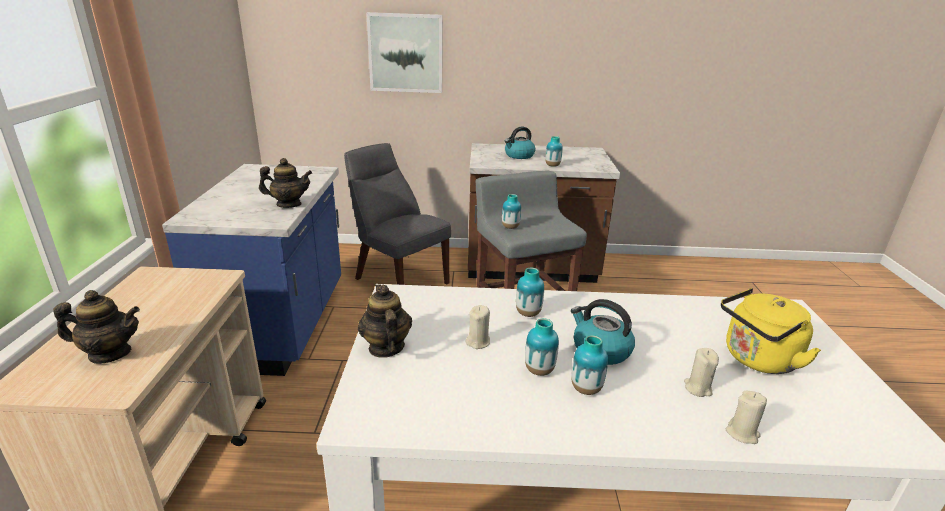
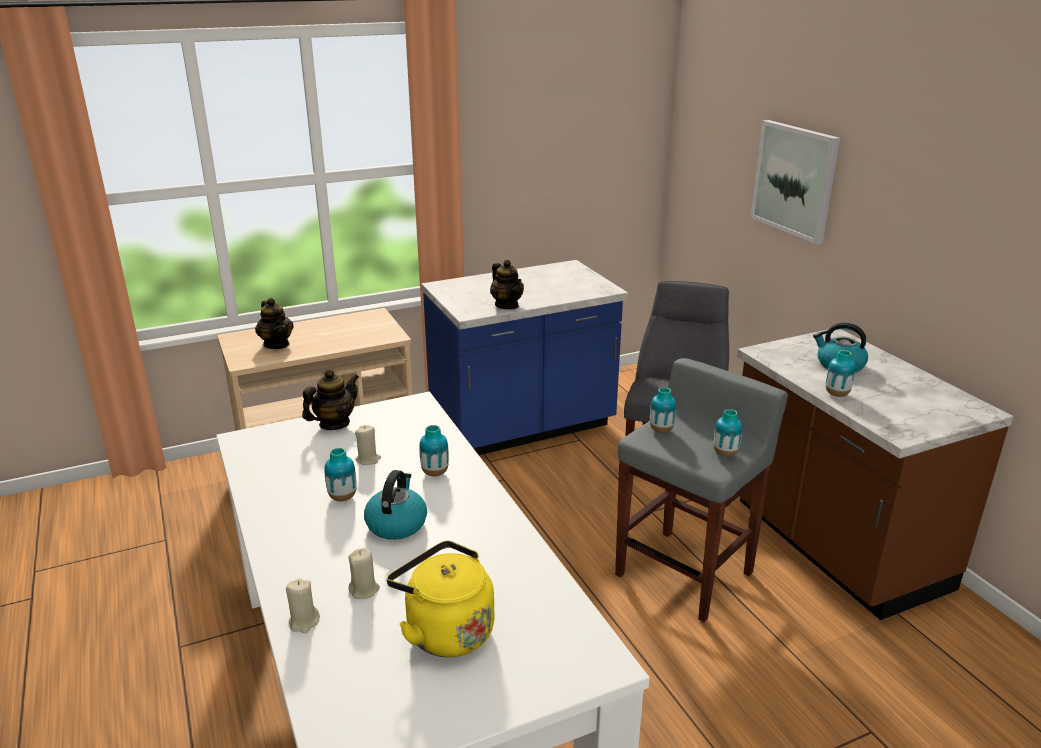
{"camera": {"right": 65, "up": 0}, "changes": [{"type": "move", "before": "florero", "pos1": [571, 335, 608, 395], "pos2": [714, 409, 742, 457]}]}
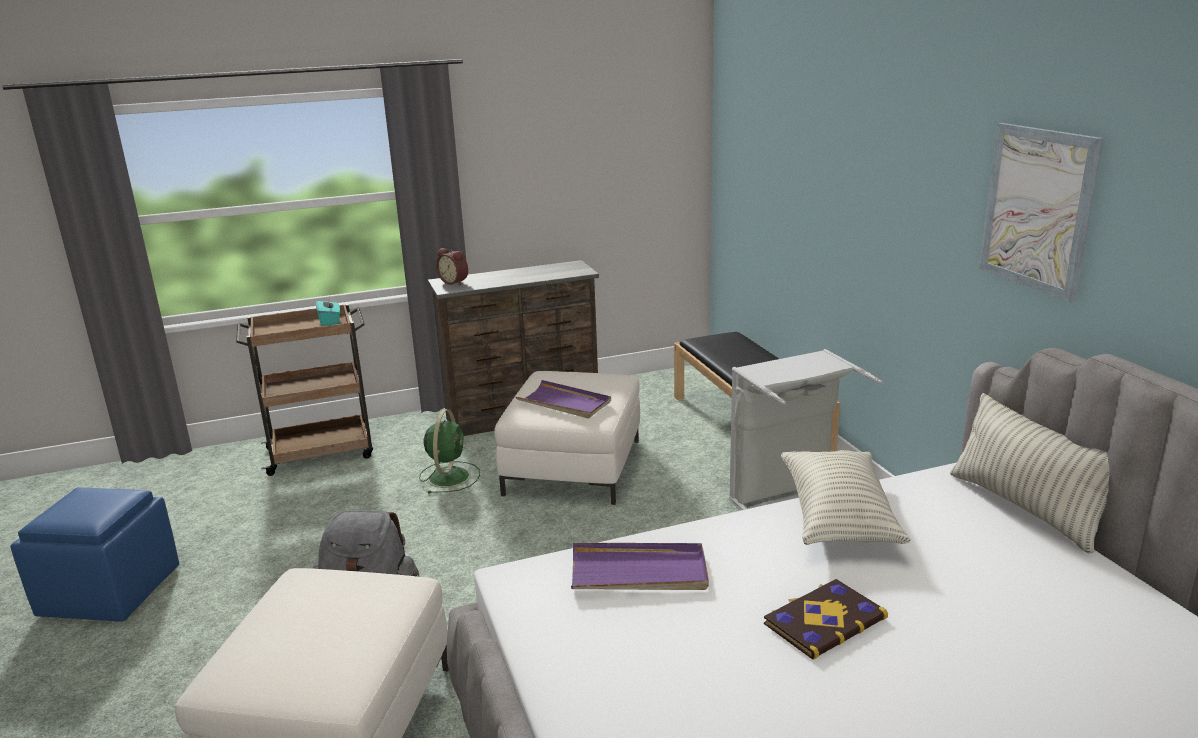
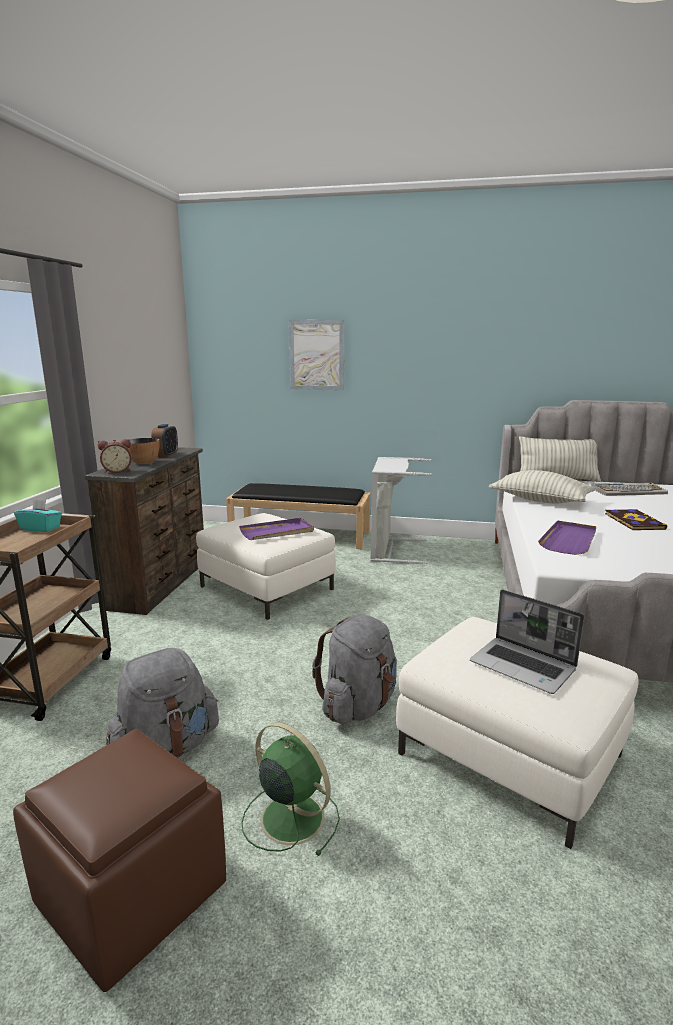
{"camera": {"right": -60, "up": -5}, "changes": [{"type": "recolor", "before": "puf [azul]", "after": "puf [marrón]", "pos1": [10, 487, 179, 622], "pos2": [13, 729, 226, 992]}, {"type": "move", "before": "ventilador [verde]", "pos1": [419, 409, 480, 493], "pos2": [241, 722, 340, 856]}, {"type": "move", "before": "cuadro", "pos1": [979, 123, 1104, 302], "pos2": [289, 319, 345, 391]}, {"type": "insert", "after": "mochila [gris]", "pos2": [106, 648, 219, 758]}, {"type": "insert", "after": "cuenco", "pos2": [128, 438, 159, 464]}, {"type": "insert", "after": "despertador", "pos2": [151, 424, 178, 457]}, {"type": "insert", "after": "portátil", "pos2": [470, 589, 584, 694]}, {"type": "insert", "after": "teclado", "pos2": [591, 482, 668, 496]}]}
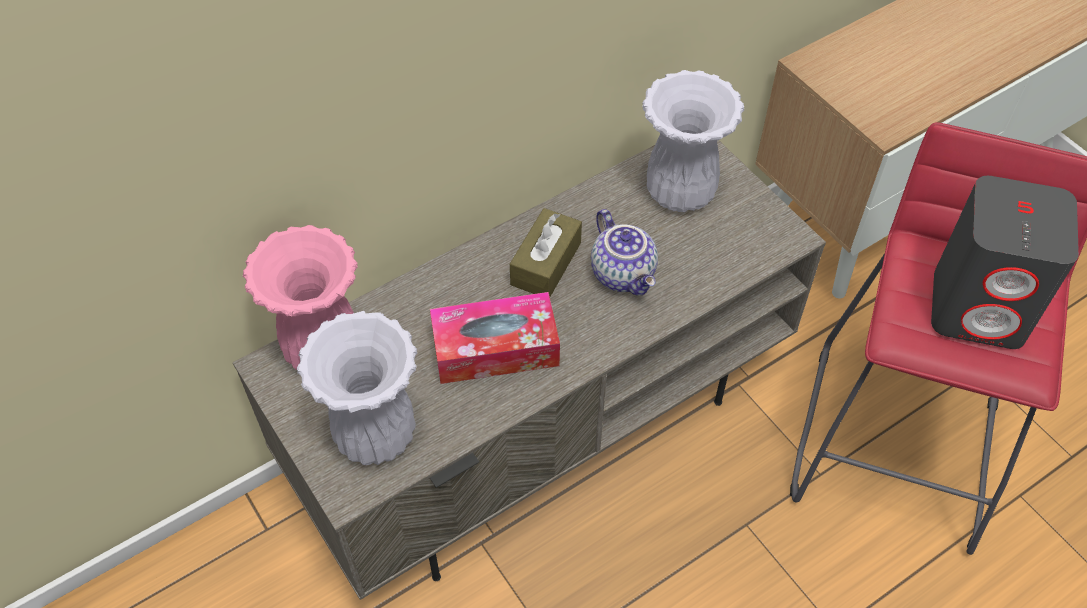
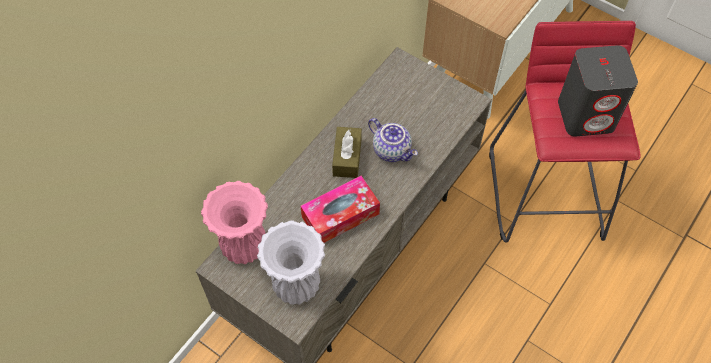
{"camera": {"right": -20, "up": 5}, "changes": [{"type": "delete", "before": "florero [blanco]", "pos1": [642, 70, 744, 212]}]}
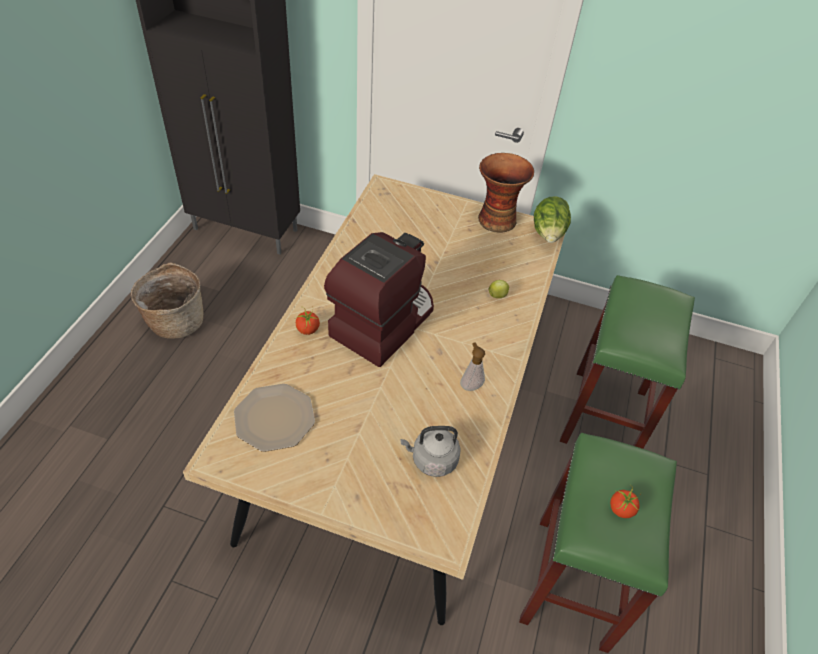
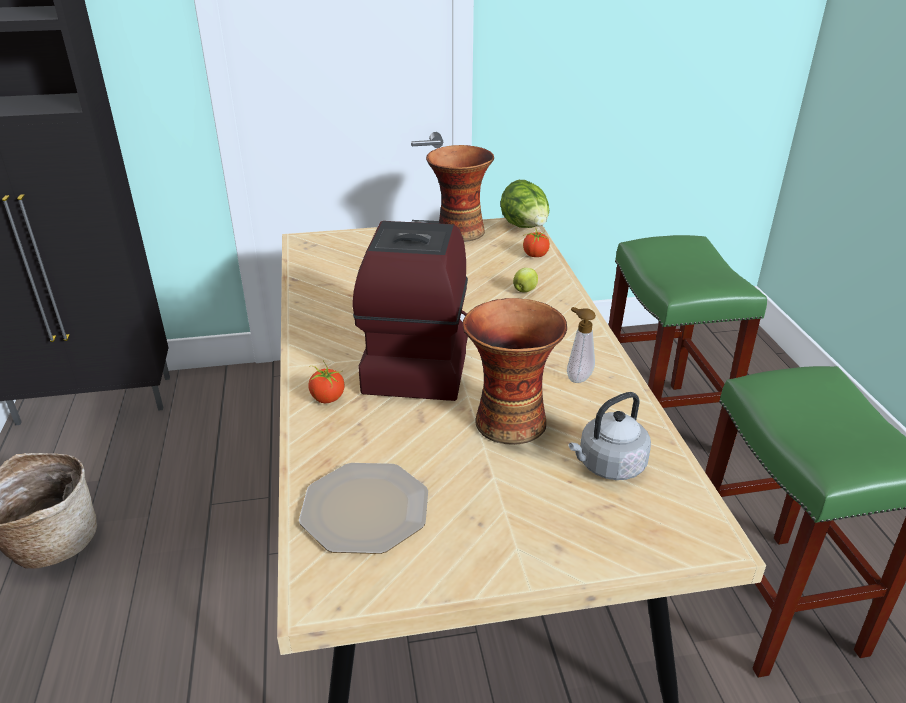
{"camera": {"right": -25, "up": -15}, "changes": [{"type": "move", "before": "tomate", "pos1": [610, 485, 642, 518], "pos2": [523, 227, 550, 257]}, {"type": "insert", "after": "florero", "pos2": [462, 298, 567, 445]}]}
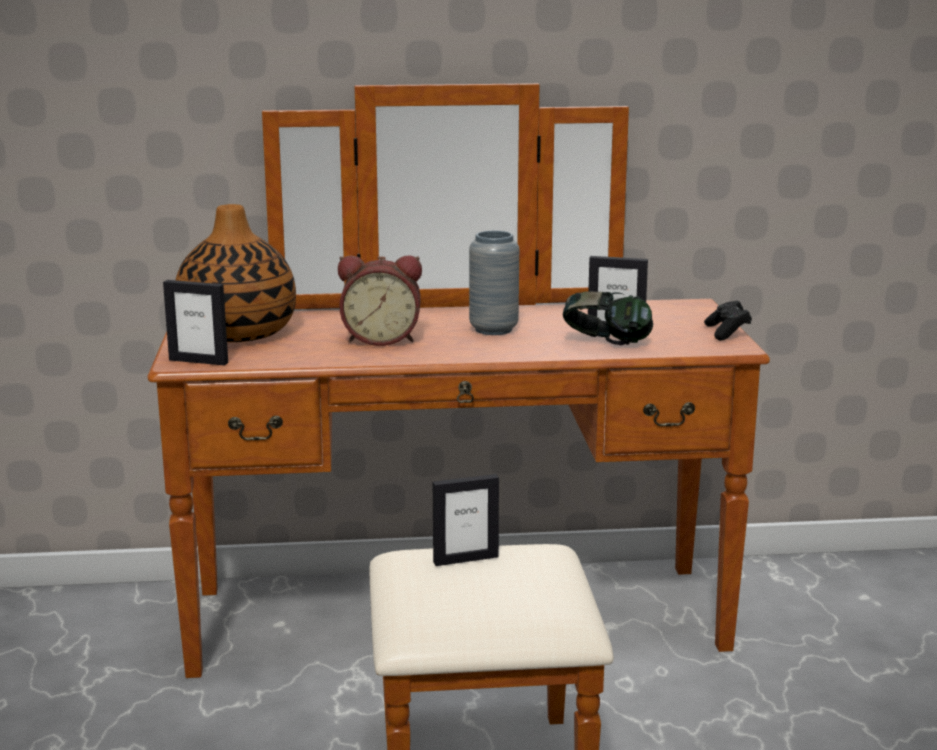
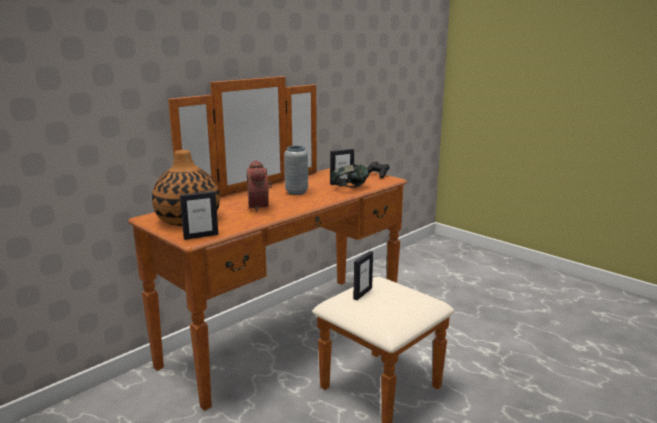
{"camera": {"right": -40, "up": 0}, "changes": [{"type": "rotate", "before": "despertador", "pos1": [338, 255, 422, 346], "pos2": [247, 160, 272, 212], "turn": 120}]}
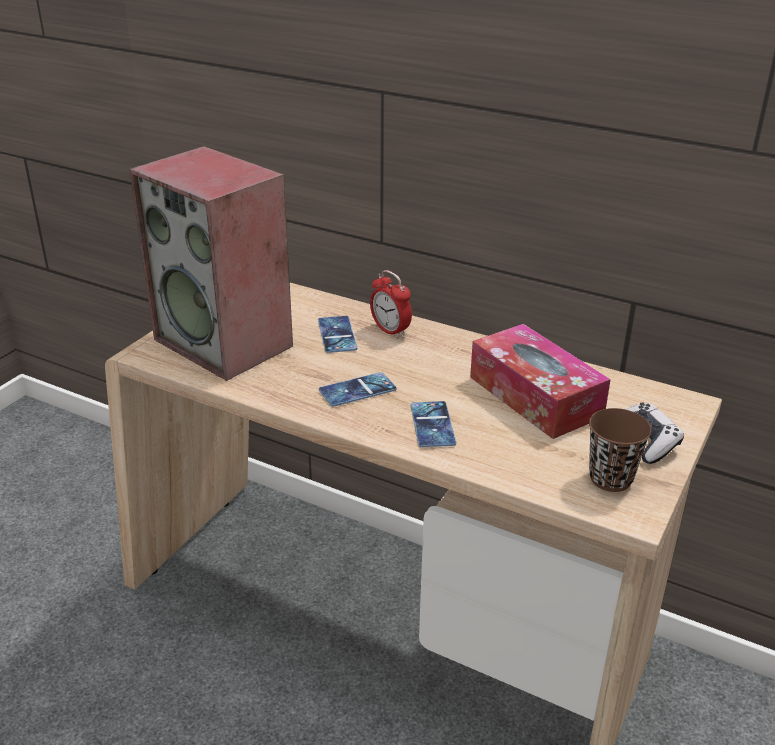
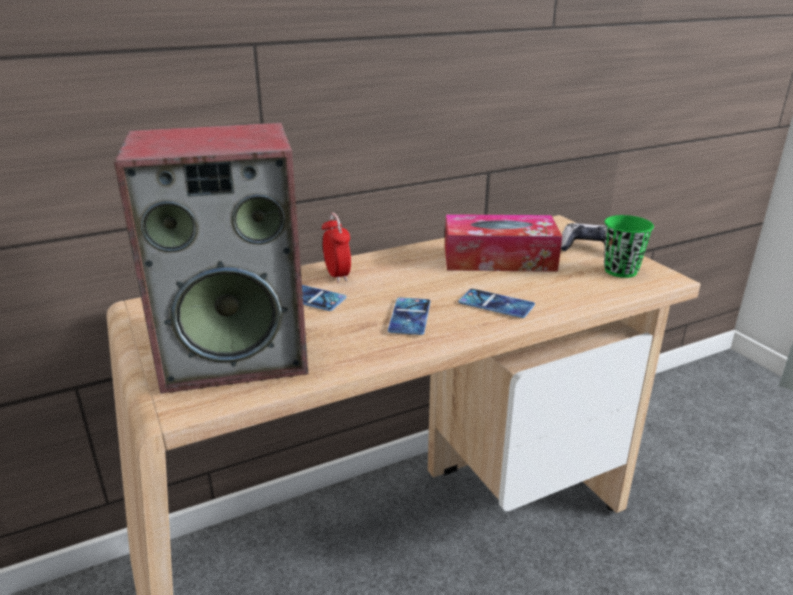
{"camera": {"right": -55, "up": -5}, "changes": [{"type": "rotate", "before": "despertador", "pos1": [370, 270, 412, 339], "pos2": [322, 213, 351, 283], "turn": -105}, {"type": "recolor", "before": "taza [marrón]", "after": "taza [verde]", "pos1": [589, 408, 652, 492], "pos2": [604, 215, 654, 278]}]}
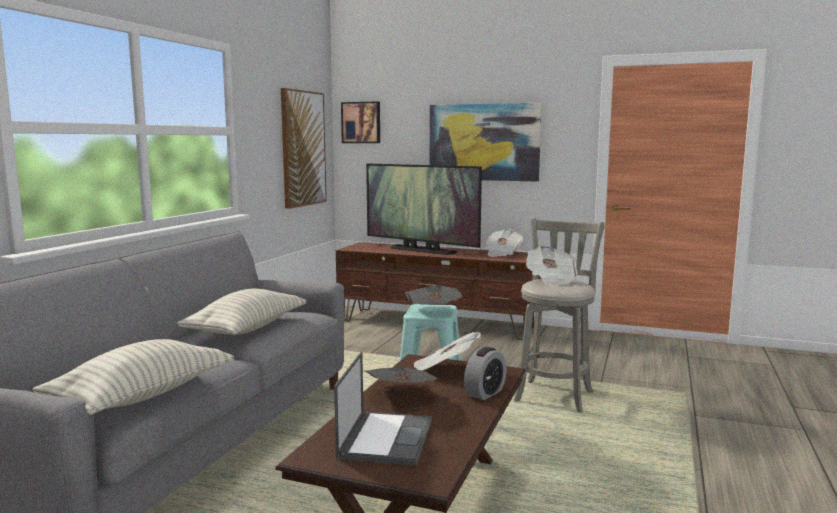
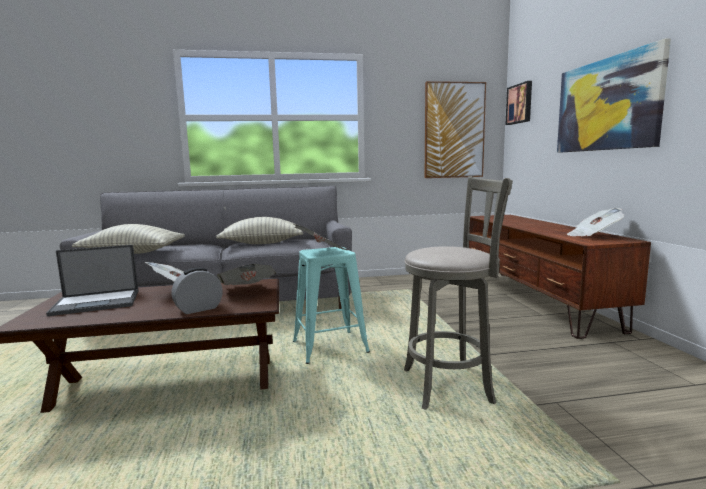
{"camera": {"right": 60, "up": 0}, "changes": [{"type": "delete", "before": "televisor", "pos1": [366, 163, 482, 255]}, {"type": "rotate", "before": "despertador", "pos1": [464, 347, 507, 400], "pos2": [171, 267, 223, 314], "turn": 135}, {"type": "delete", "before": "periódico", "pos1": [526, 246, 577, 287]}]}
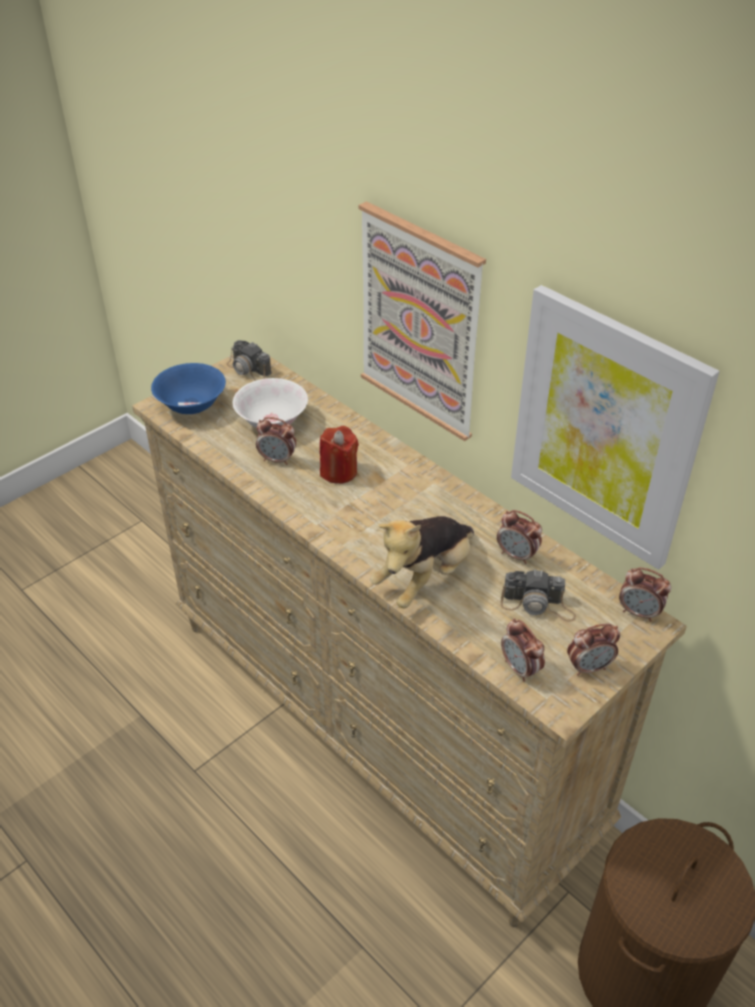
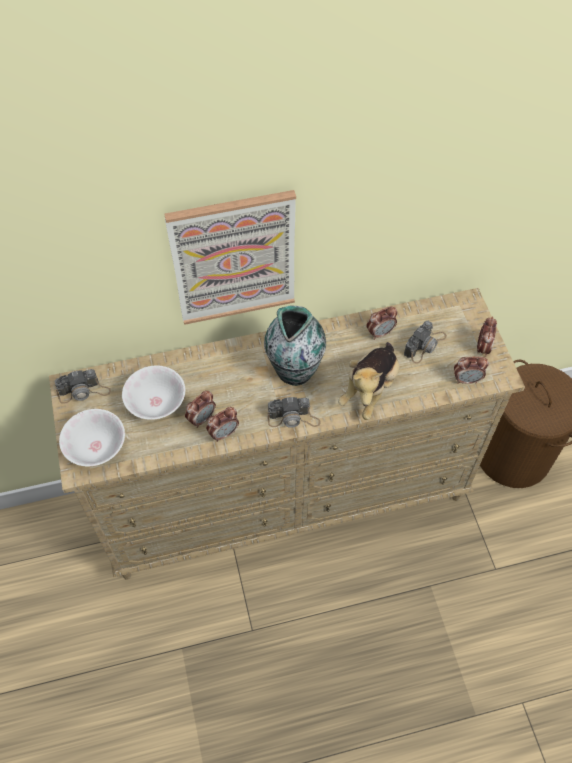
{"camera": {"right": -60, "up": 15}, "changes": [{"type": "recolor", "before": "cuenco [azul]", "after": "cuenco [blanco]", "pos1": [151, 363, 226, 414], "pos2": [59, 409, 125, 466]}, {"type": "delete", "before": "vela [rojo]", "pos1": [320, 426, 359, 484]}, {"type": "rotate", "before": "peluche", "pos1": [370, 516, 474, 608], "pos2": [338, 342, 400, 420], "turn": 45}, {"type": "delete", "before": "cuadro", "pos1": [511, 285, 719, 570]}, {"type": "move", "before": "despertador", "pos1": [619, 568, 671, 622], "pos2": [206, 407, 239, 442]}, {"type": "insert", "after": "florero", "pos2": [264, 305, 326, 386]}, {"type": "insert", "after": "cámara", "pos2": [268, 397, 320, 428]}]}
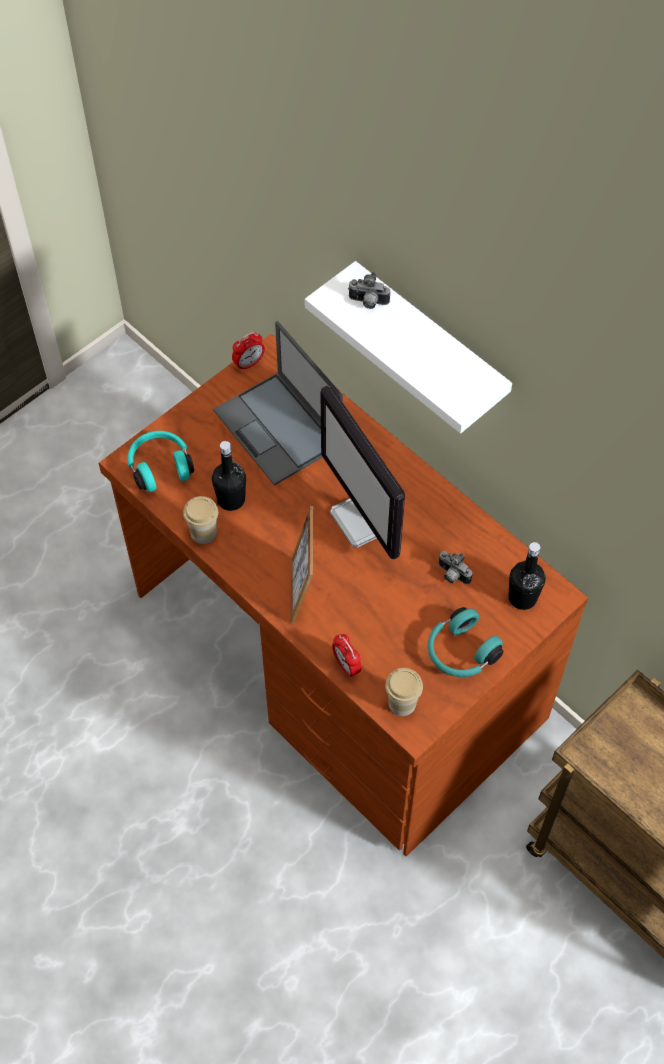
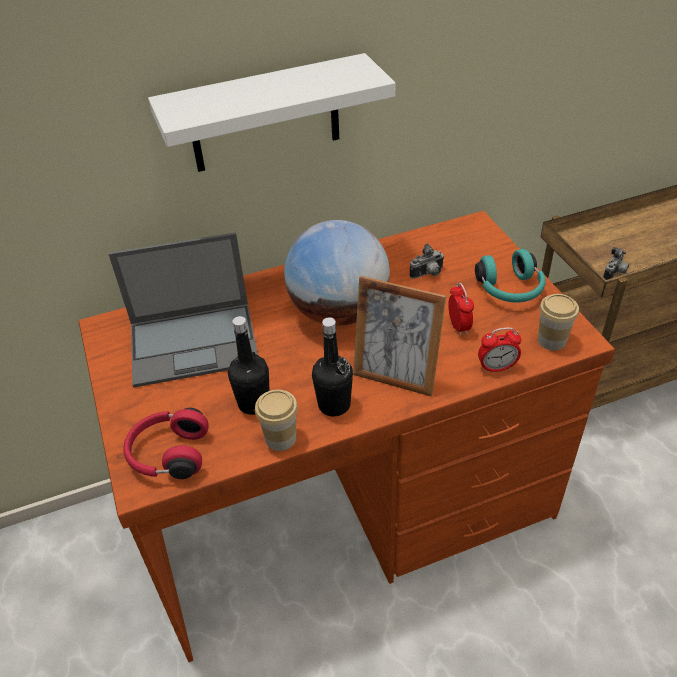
{"camera": {"right": -65, "up": -15}, "changes": [{"type": "recolor", "before": "auriculares [turquesa]", "after": "auriculares [rojo]", "pos1": [127, 431, 194, 492], "pos2": [123, 408, 209, 479]}, {"type": "move", "before": "despertador", "pos1": [232, 332, 265, 371], "pos2": [448, 283, 474, 336]}, {"type": "replace", "before": "monitor", "after": "globo terráqueo", "pos1": [320, 386, 405, 559], "pos2": [284, 220, 390, 326]}, {"type": "move", "before": "cámara", "pos1": [348, 272, 390, 309], "pos2": [603, 247, 629, 280]}, {"type": "move", "before": "botella [negro]", "pos1": [509, 542, 545, 610], "pos2": [312, 317, 353, 417]}]}
